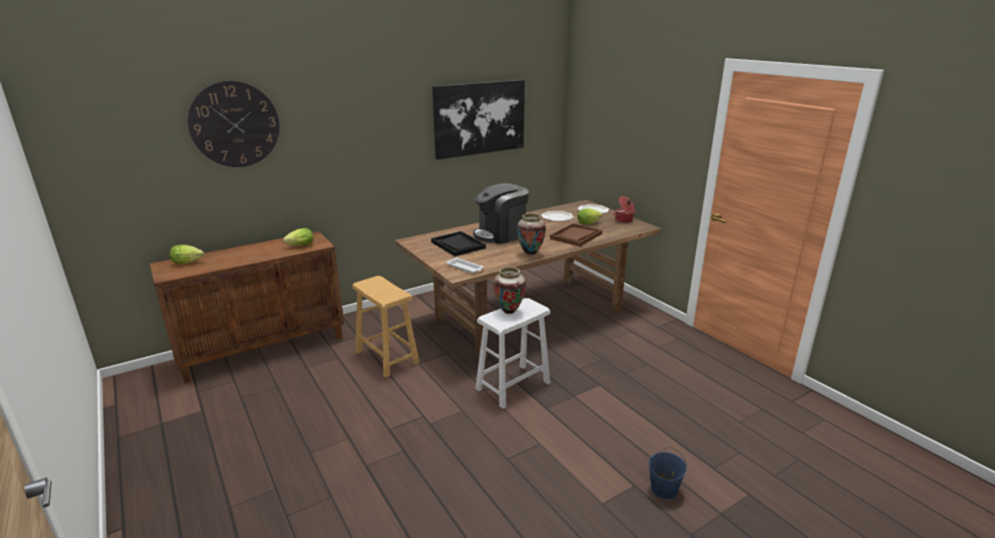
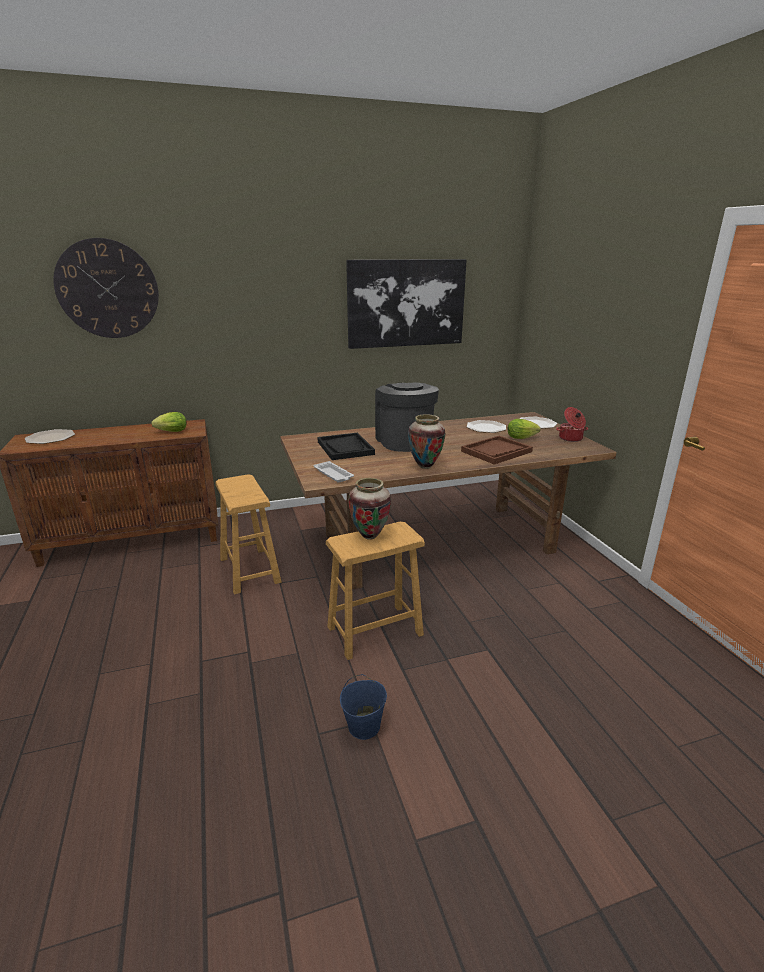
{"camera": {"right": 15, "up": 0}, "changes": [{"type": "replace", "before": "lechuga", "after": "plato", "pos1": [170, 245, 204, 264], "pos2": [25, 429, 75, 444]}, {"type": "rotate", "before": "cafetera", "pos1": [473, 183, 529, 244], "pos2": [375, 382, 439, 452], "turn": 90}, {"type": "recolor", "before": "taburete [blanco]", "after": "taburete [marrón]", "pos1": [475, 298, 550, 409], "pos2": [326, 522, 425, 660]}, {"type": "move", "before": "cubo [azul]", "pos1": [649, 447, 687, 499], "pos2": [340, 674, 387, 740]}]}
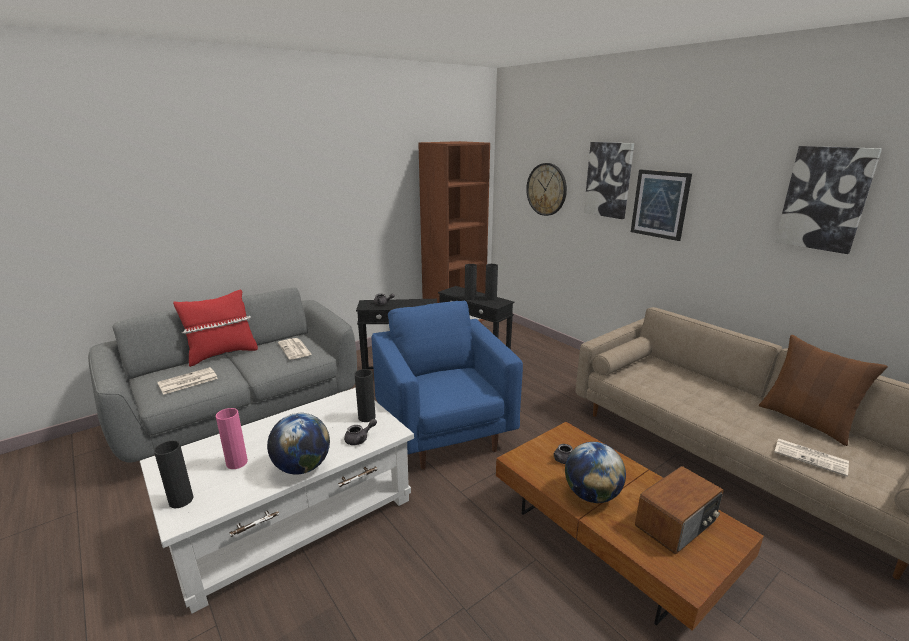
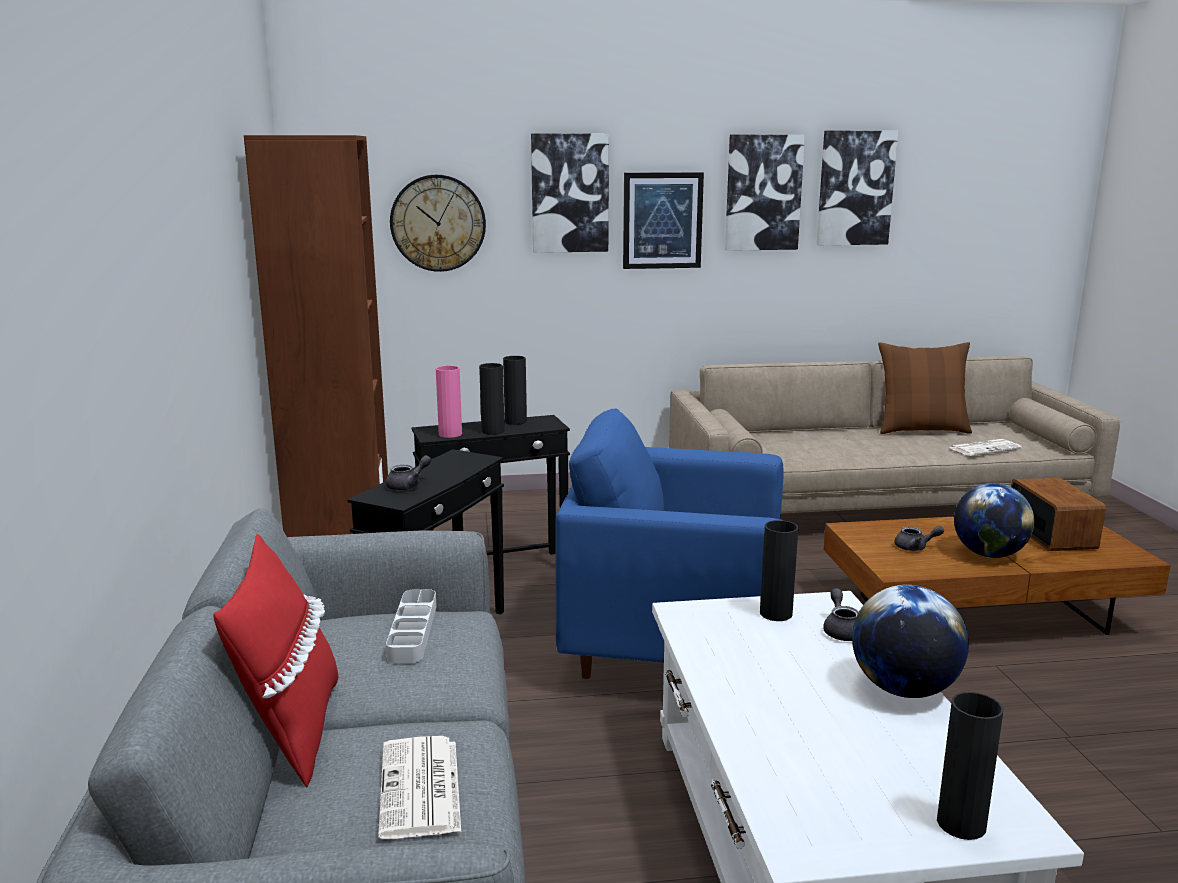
{"camera": {"right": -60, "up": -5}, "changes": [{"type": "move", "before": "florero [rosa]", "pos1": [216, 408, 248, 469], "pos2": [436, 365, 462, 438]}, {"type": "replace", "before": "periódico", "after": "bandeja [gris]", "pos1": [278, 338, 312, 360], "pos2": [386, 589, 437, 663]}, {"type": "insert", "after": "cuadro", "pos2": [725, 135, 805, 251]}]}
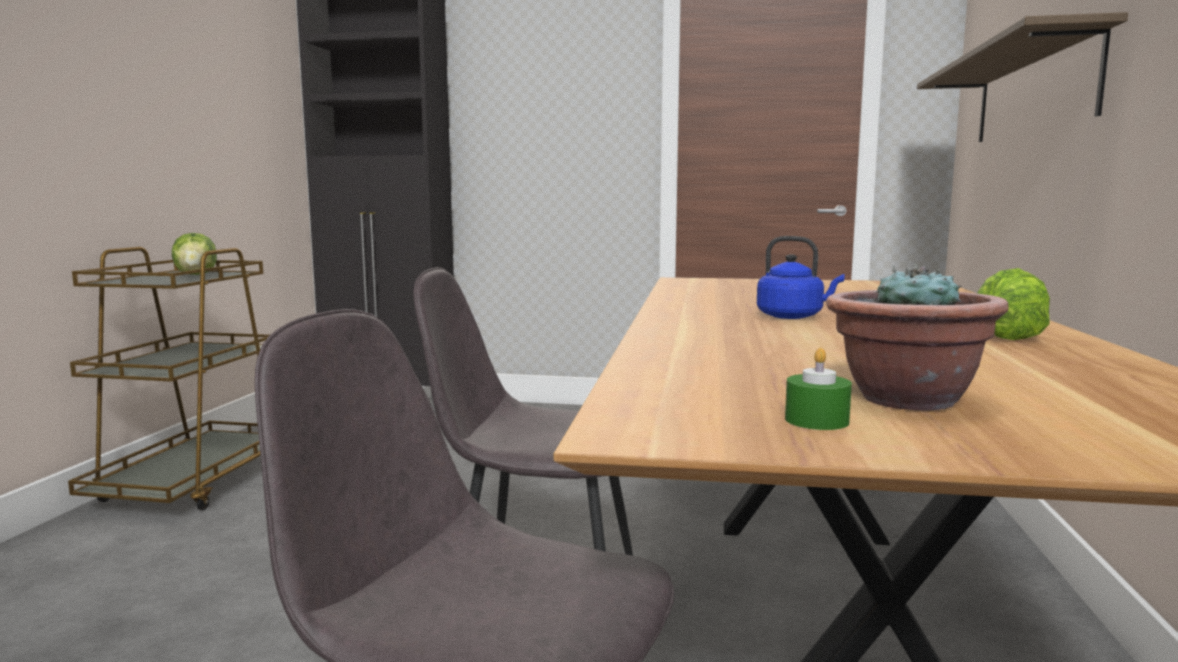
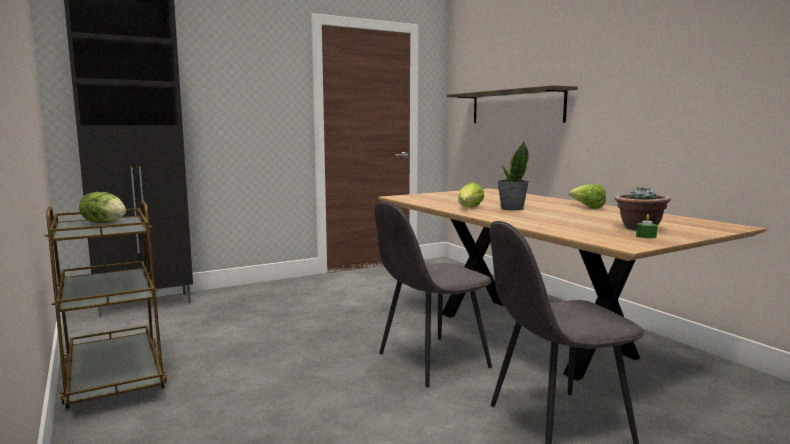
{"camera": {"right": -40, "up": 0}, "changes": [{"type": "replace", "before": "hervidor [azul]", "after": "planta en maceta", "pos1": [757, 236, 845, 319], "pos2": [497, 141, 529, 210]}, {"type": "insert", "after": "lechuga", "pos2": [458, 182, 484, 207]}]}
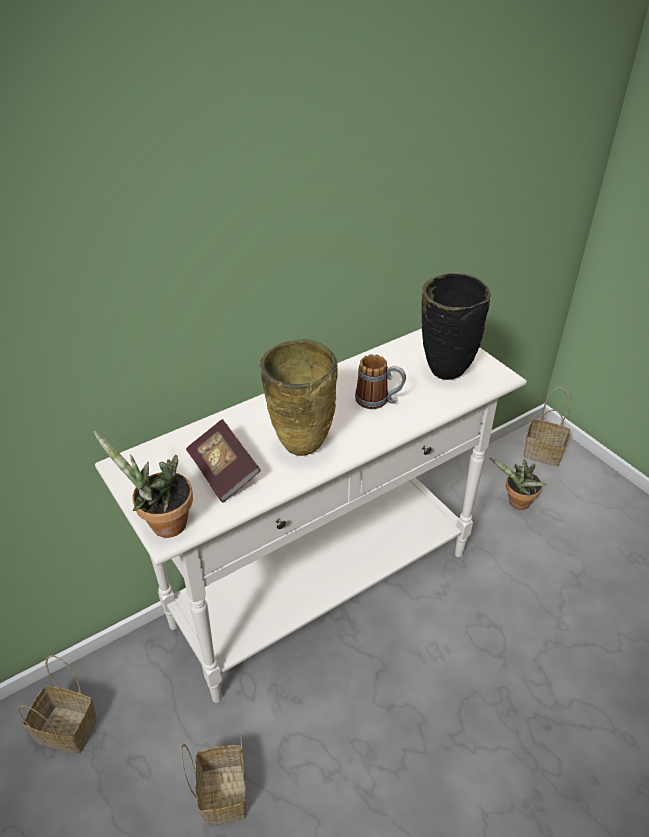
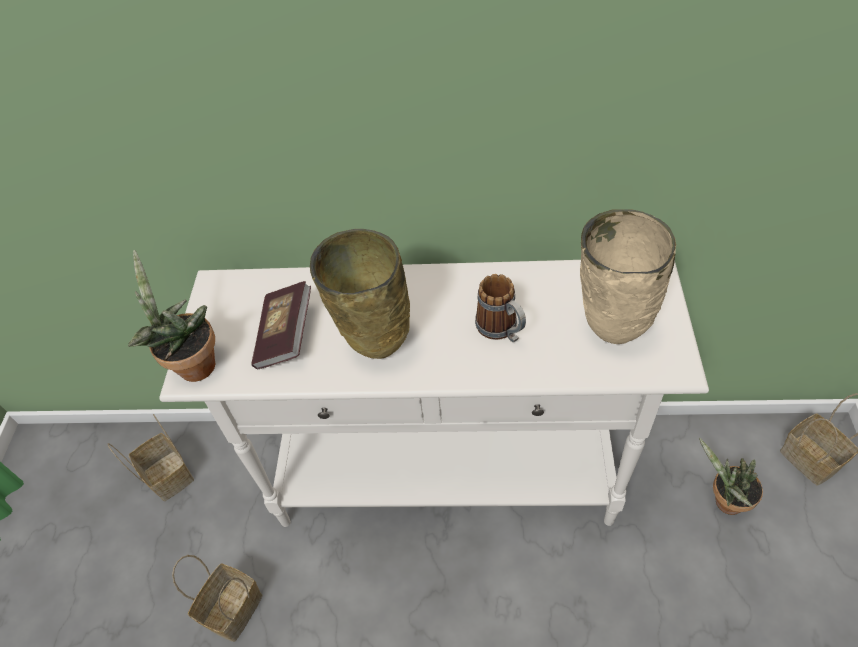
{"camera": {"right": 40, "up": 10}, "changes": [{"type": "recolor", "before": "florero [negro]", "after": "florero [beis]", "pos1": [421, 273, 491, 380], "pos2": [580, 209, 676, 344]}]}
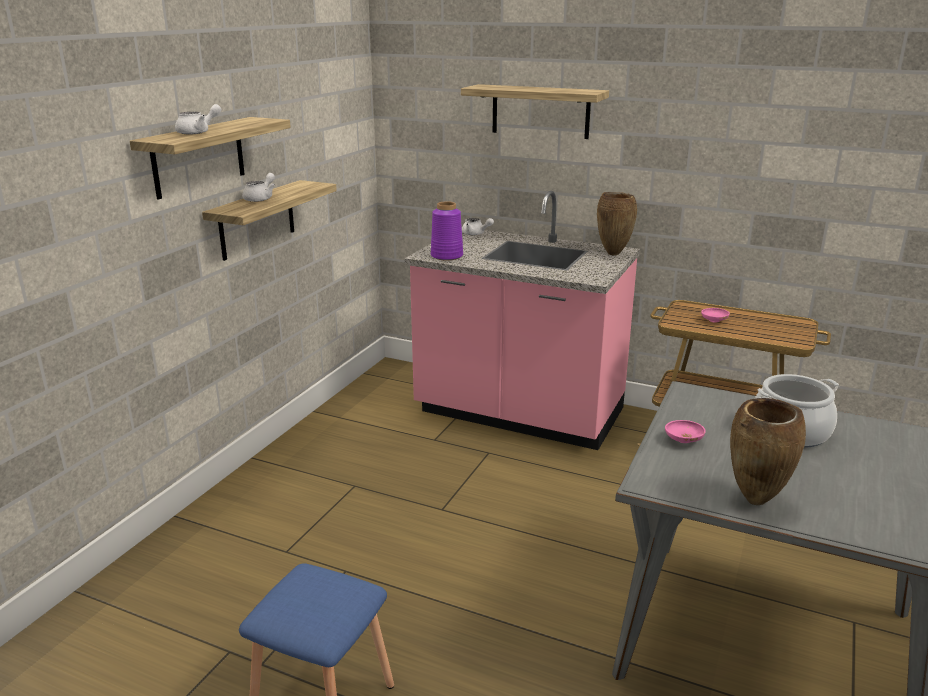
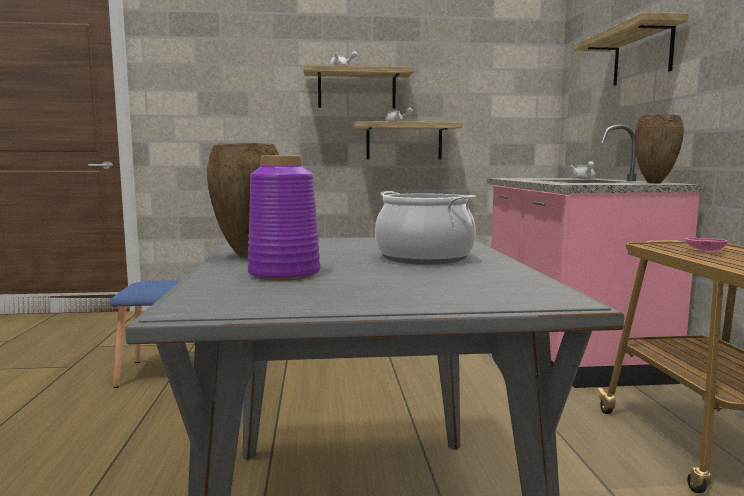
{"camera": {"right": 60, "up": -15}, "changes": [{"type": "move", "before": "florero [morado]", "pos1": [431, 201, 463, 261], "pos2": [248, 155, 320, 281]}, {"type": "delete", "before": "cuenco [rosa]", "pos1": [665, 420, 706, 443]}]}
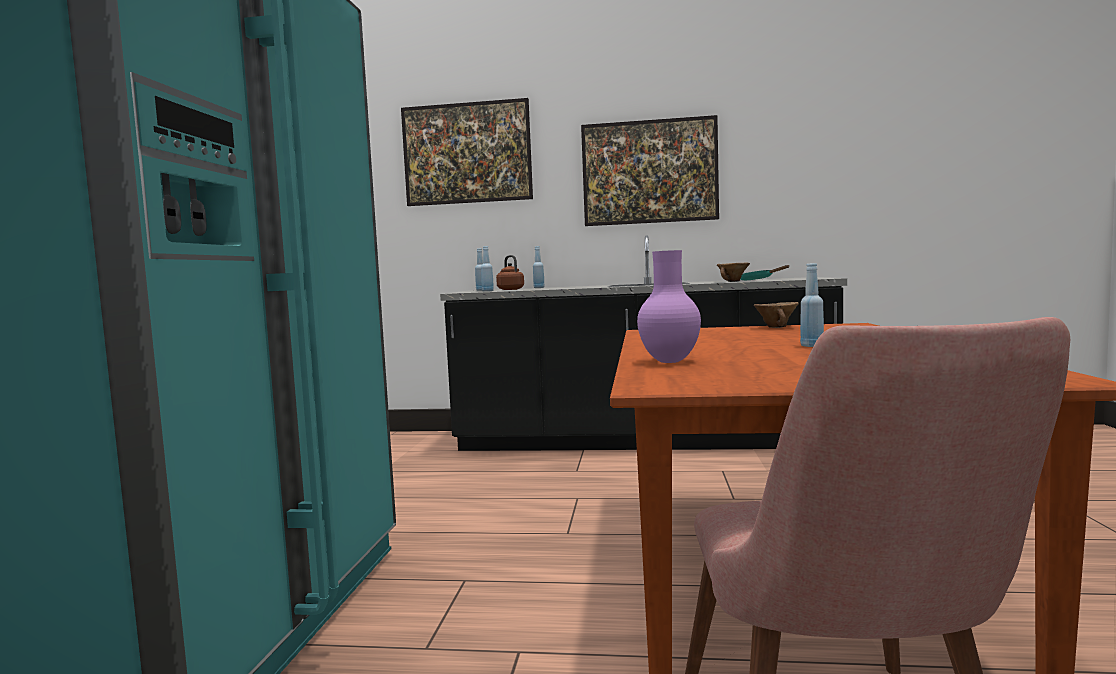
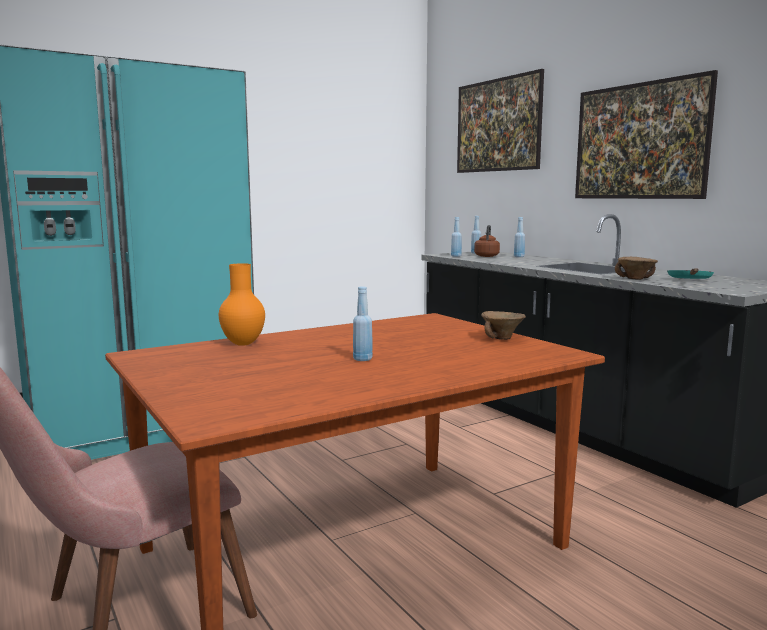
{"camera": {"right": 50, "up": 5}, "changes": [{"type": "recolor", "before": "florero [morado]", "after": "florero [naranja]", "pos1": [637, 250, 701, 363], "pos2": [219, 263, 265, 346]}]}
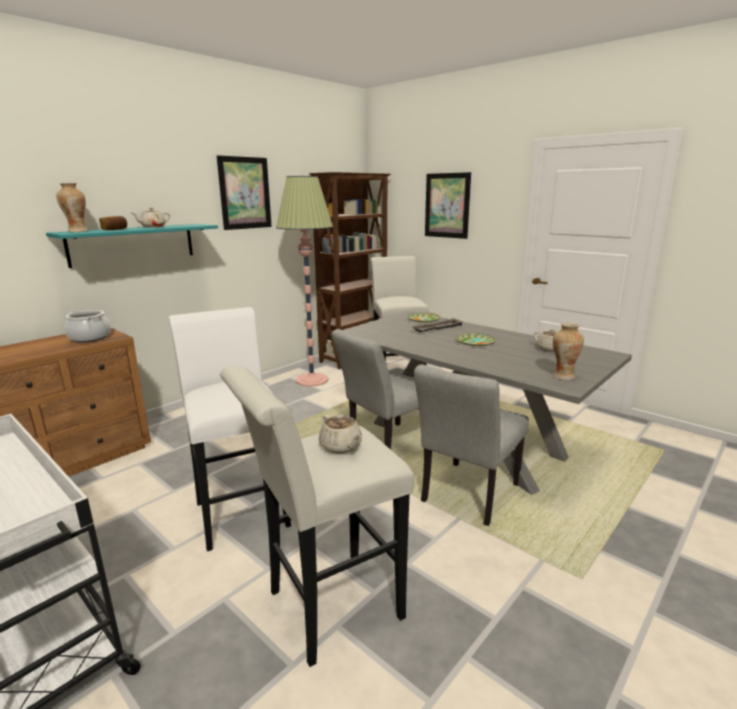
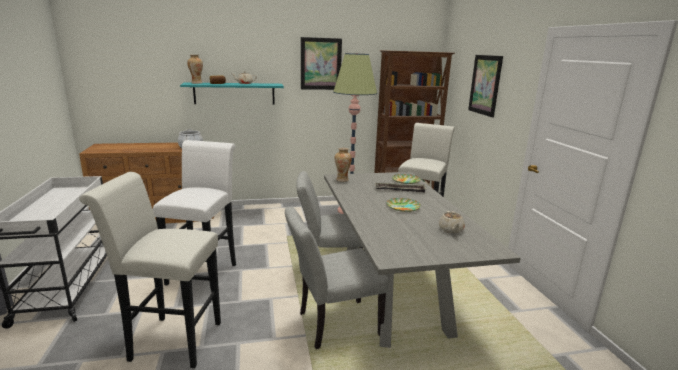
{"camera": {"right": 35, "up": 0}, "changes": [{"type": "delete", "before": "tetera [beis]", "pos1": [319, 414, 362, 454]}, {"type": "move", "before": "florero", "pos1": [552, 323, 584, 380], "pos2": [334, 148, 352, 182]}]}
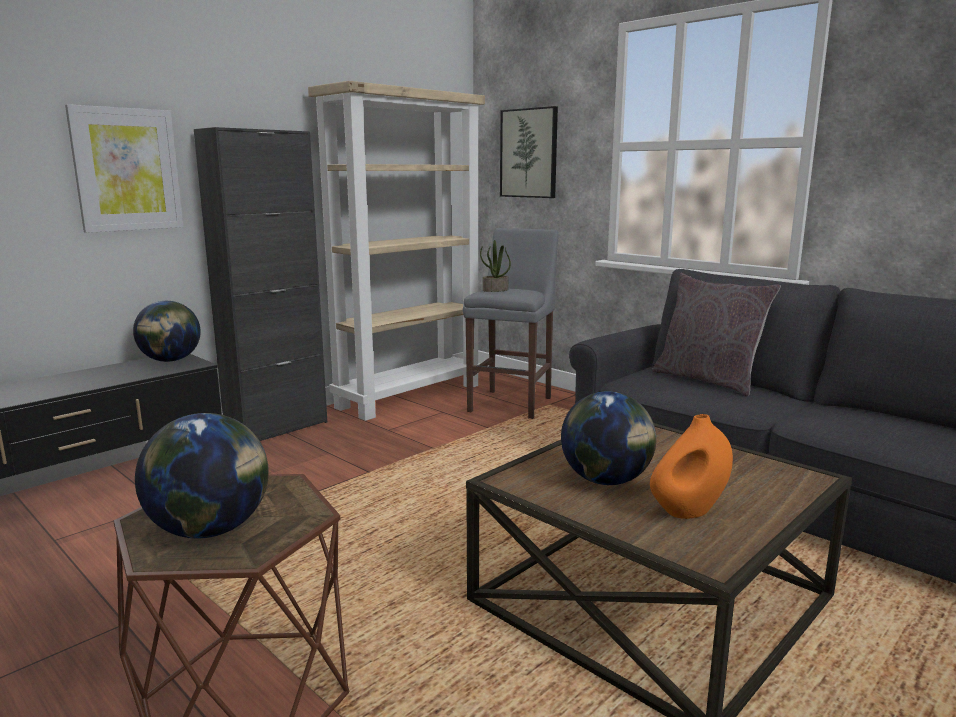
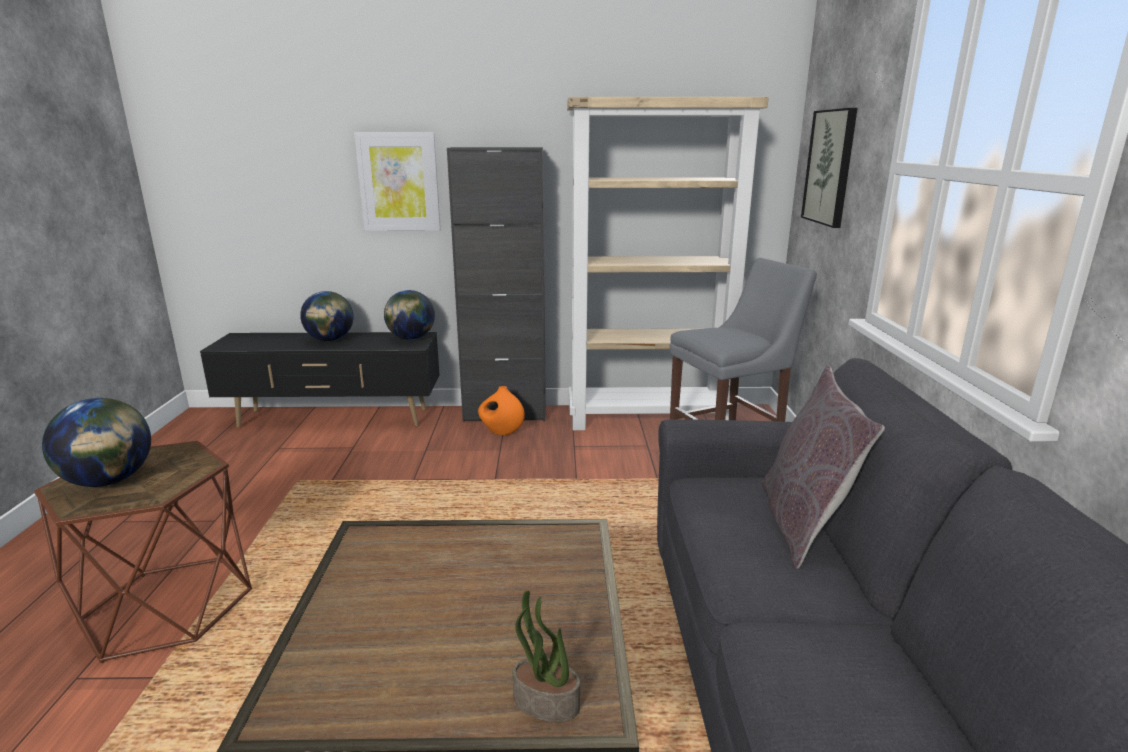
{"camera": {"right": 45, "up": 5}, "changes": [{"type": "move", "before": "planta en maceta", "pos1": [480, 240, 511, 292], "pos2": [513, 591, 580, 722]}, {"type": "move", "before": "globo terráqueo", "pos1": [561, 391, 656, 485], "pos2": [300, 291, 354, 341]}, {"type": "move", "before": "florero [naranja]", "pos1": [650, 414, 733, 519], "pos2": [478, 386, 525, 435]}]}
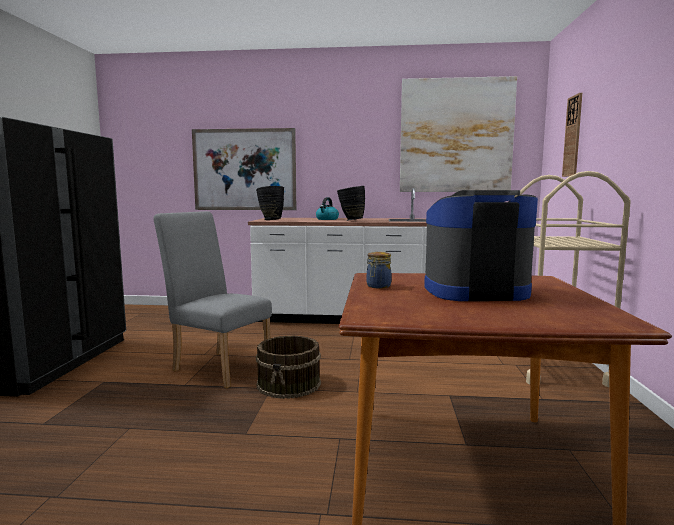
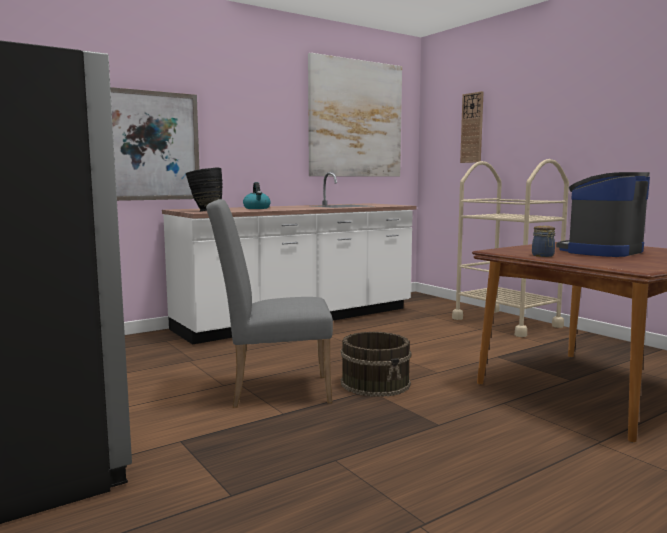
{"camera": {"right": -40, "up": 0}, "changes": [{"type": "delete", "before": "florero [negro]", "pos1": [337, 186, 365, 221]}]}
